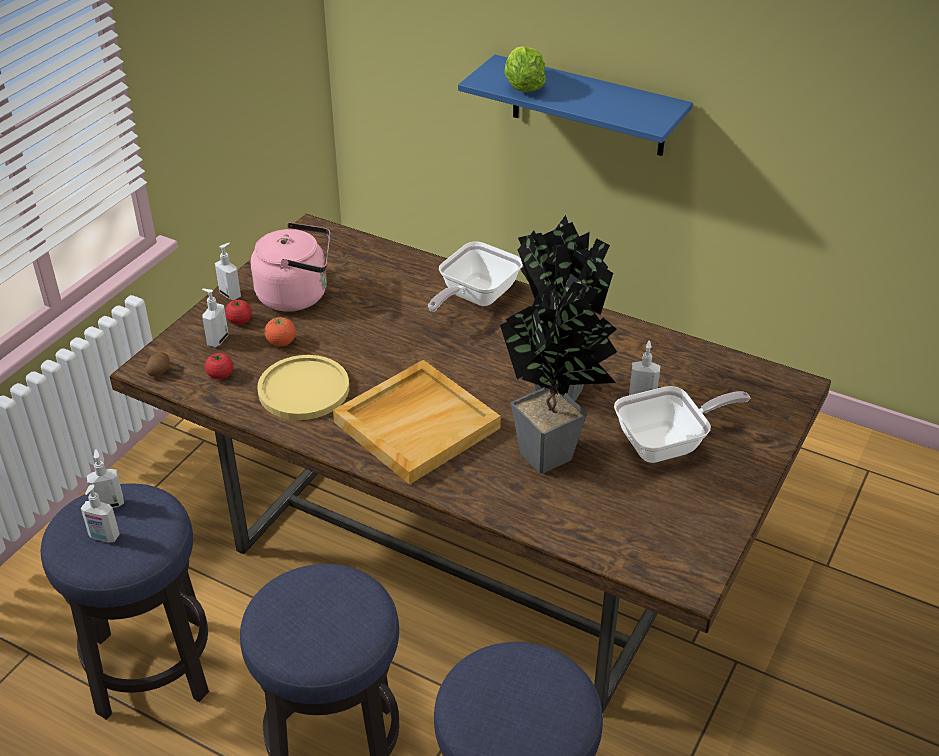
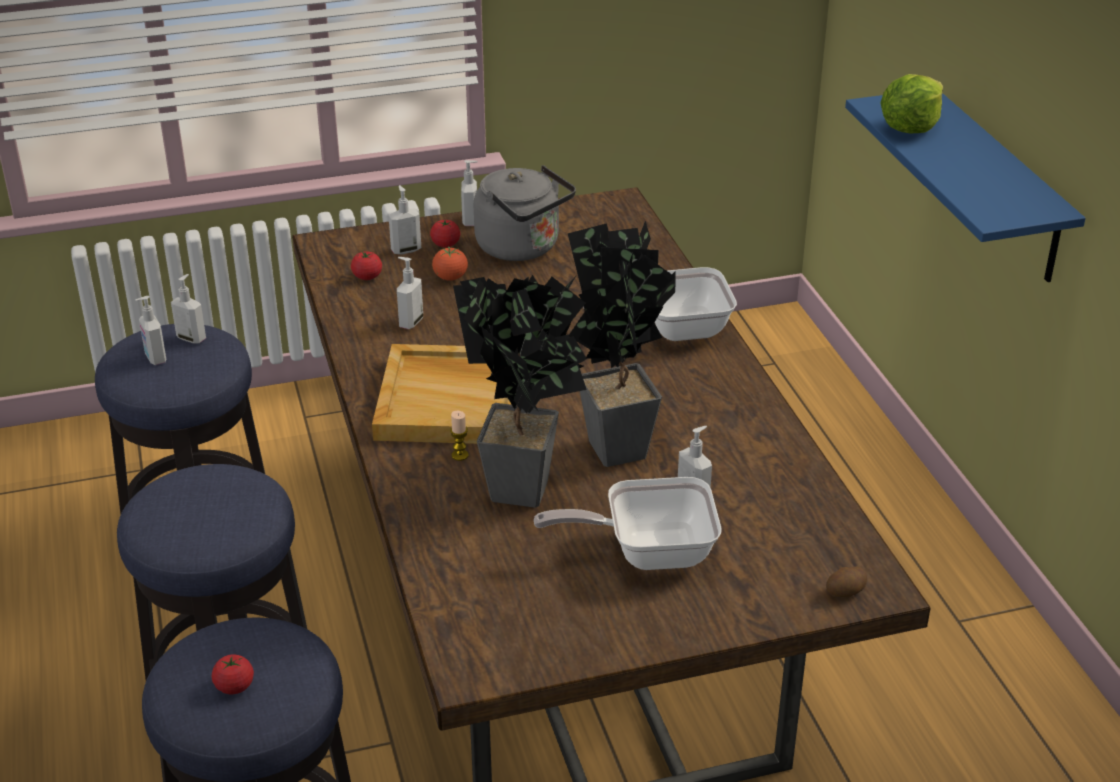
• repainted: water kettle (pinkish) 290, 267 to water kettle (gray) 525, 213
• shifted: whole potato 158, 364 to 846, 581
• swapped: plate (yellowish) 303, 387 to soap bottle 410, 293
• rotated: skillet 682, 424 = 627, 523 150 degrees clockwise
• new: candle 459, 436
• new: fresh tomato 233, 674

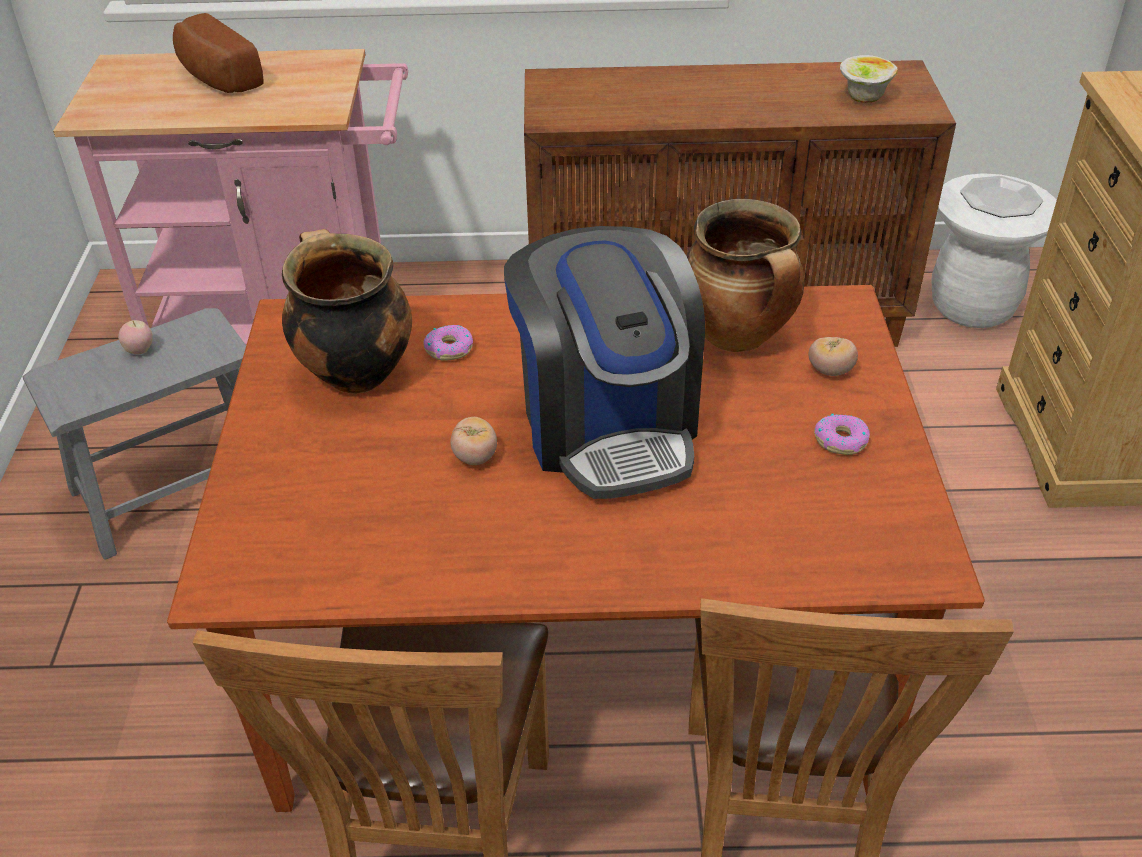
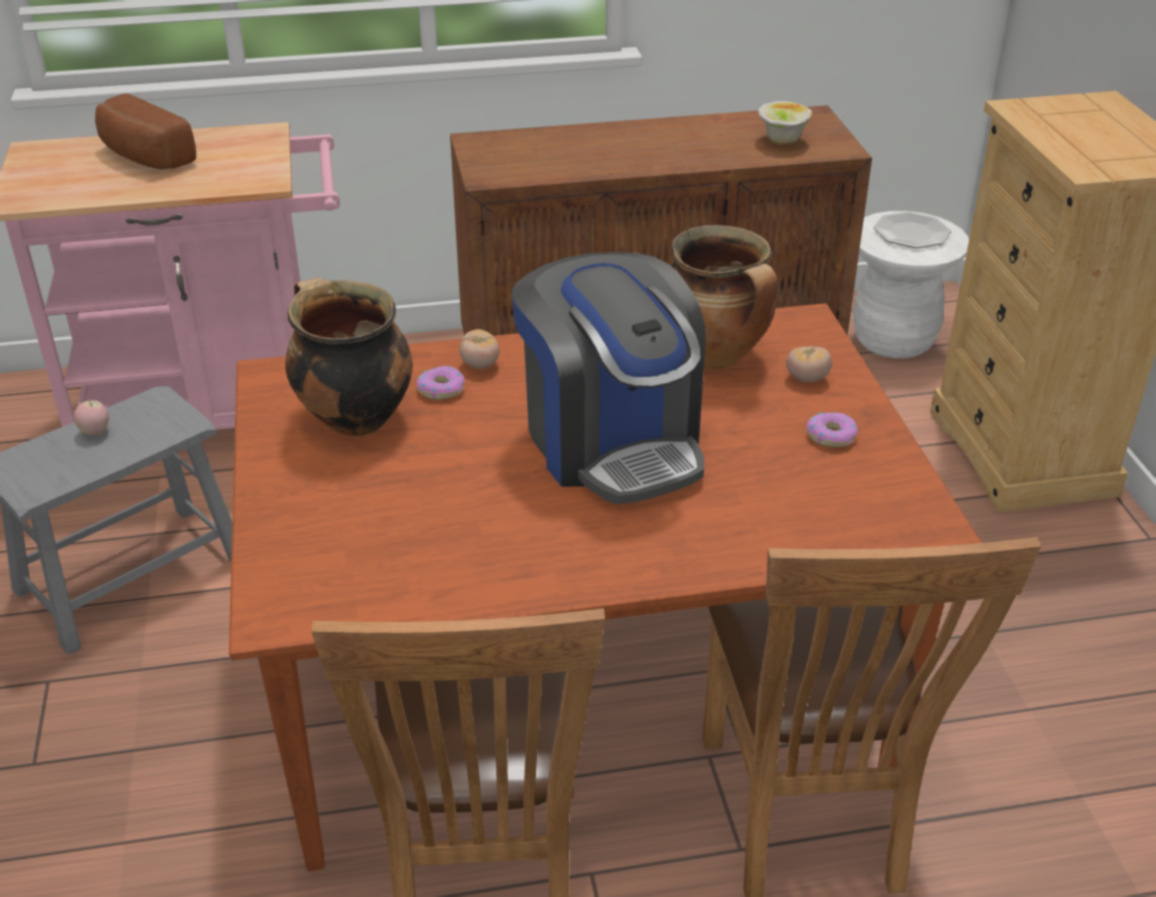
• shifted: fresh tomato 473, 441 to 479, 349

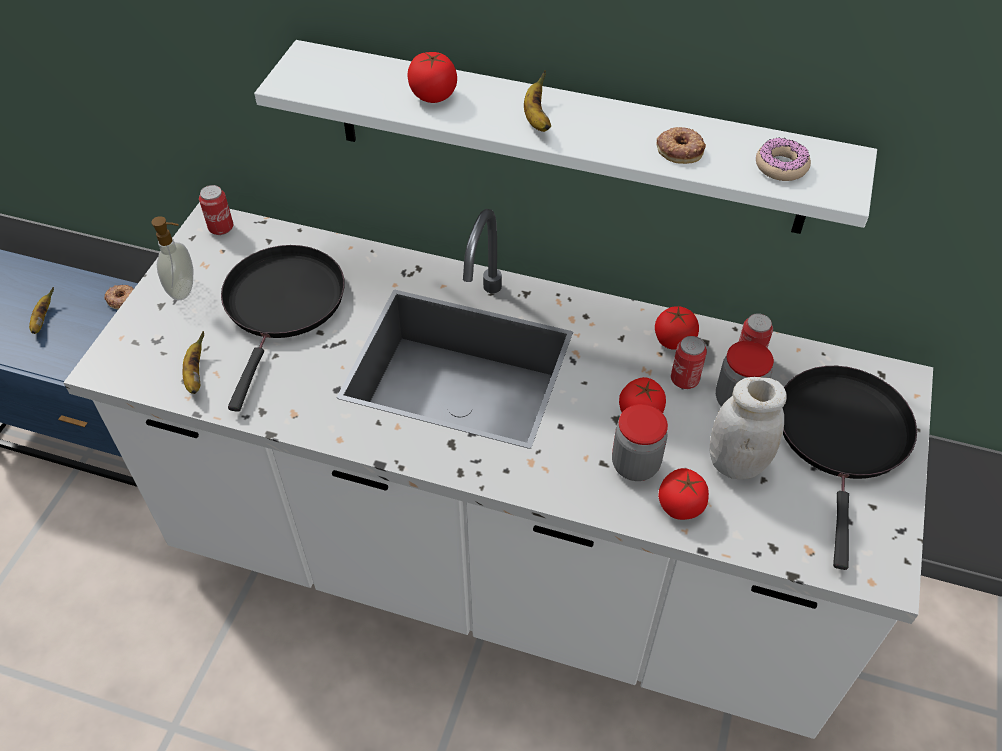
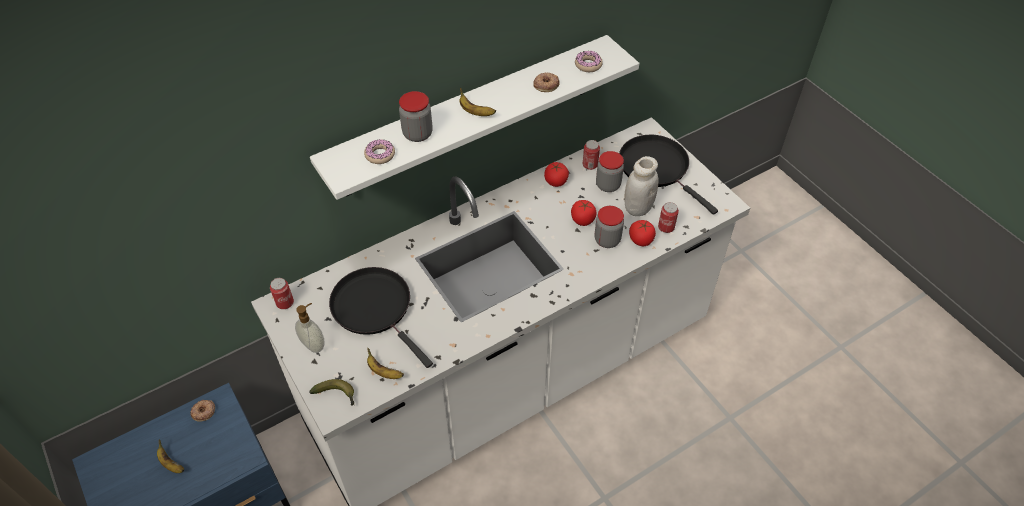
• swapped: fresh tomato 432, 77 to storage jar 416, 116
• shifted: metal can 689, 362 to 668, 217
• new: ring doughnut 379, 151
• new: banana fruit 331, 392

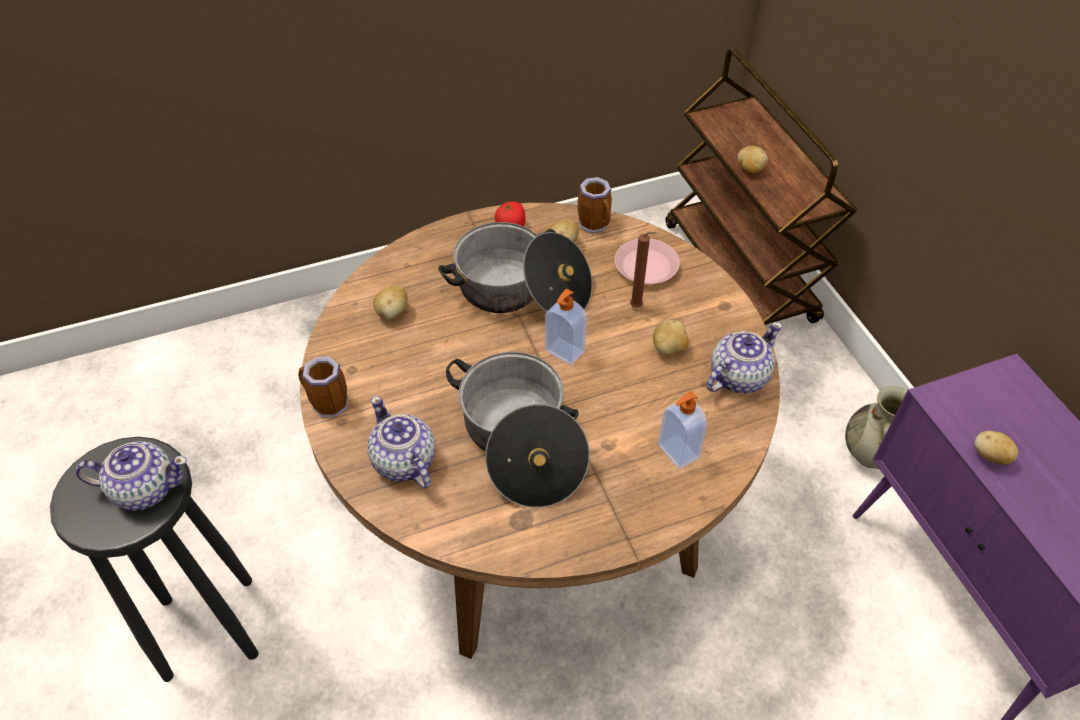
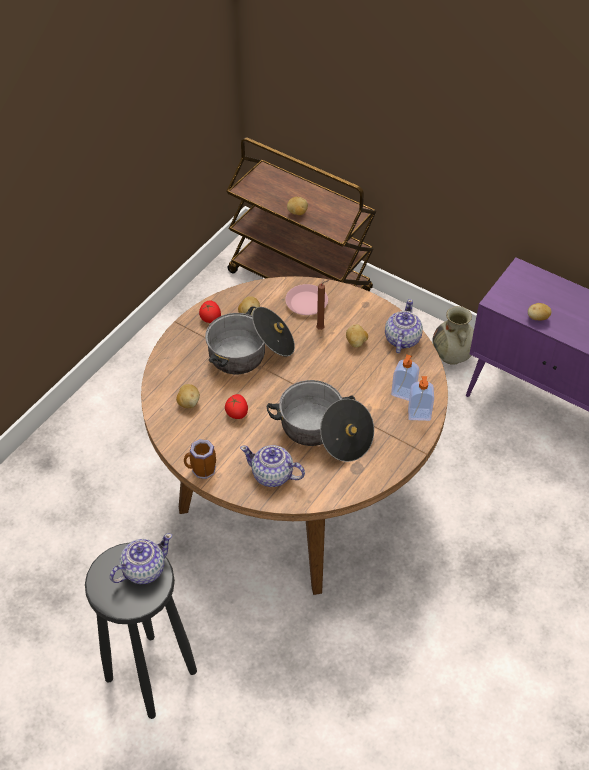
• gone: tea mug 594, 205
• shifted: soap bottle 566, 327 to 421, 398
• new: fresh tomato 236, 406

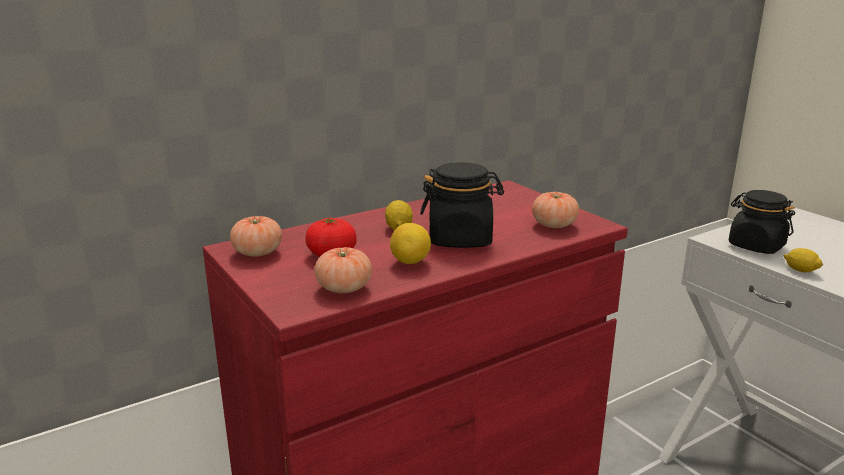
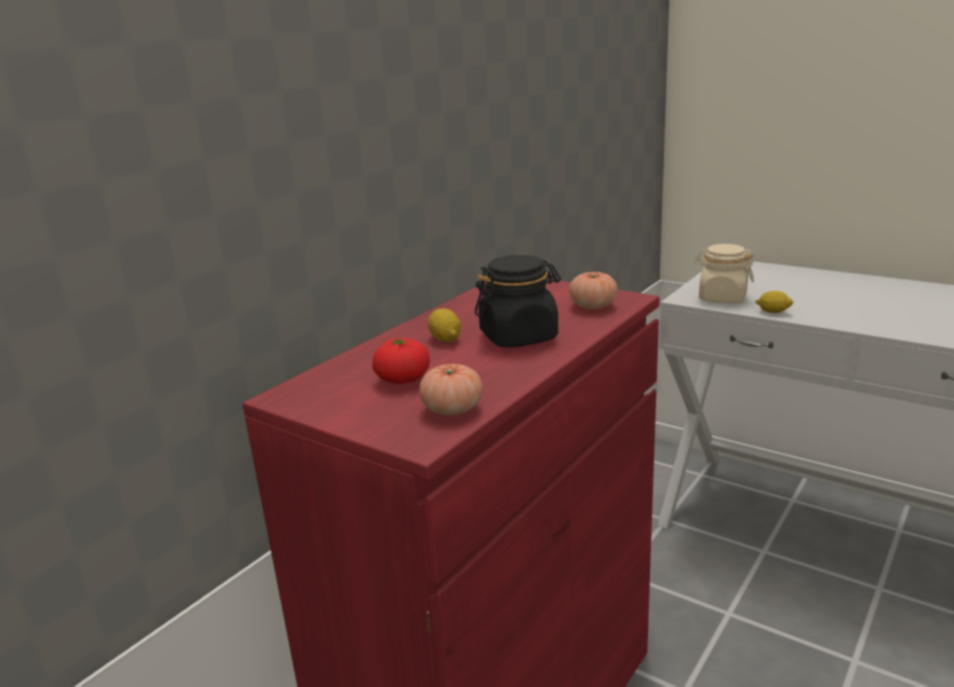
• repainted: storage jar (blackish) 762, 222 to storage jar (sand-coloured) 724, 273
• gone: fresh tomato 256, 236
• gone: whole lemon 410, 243

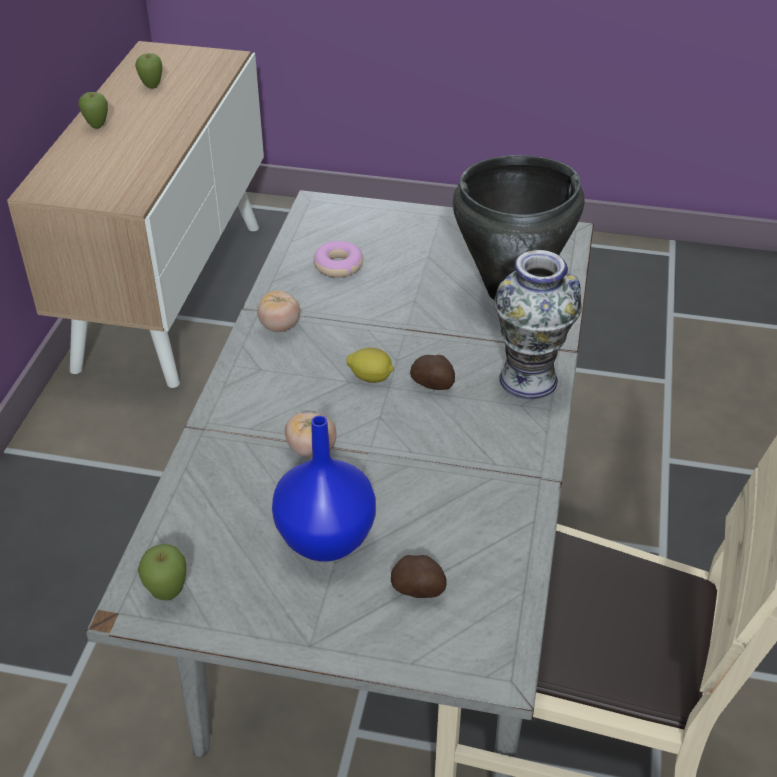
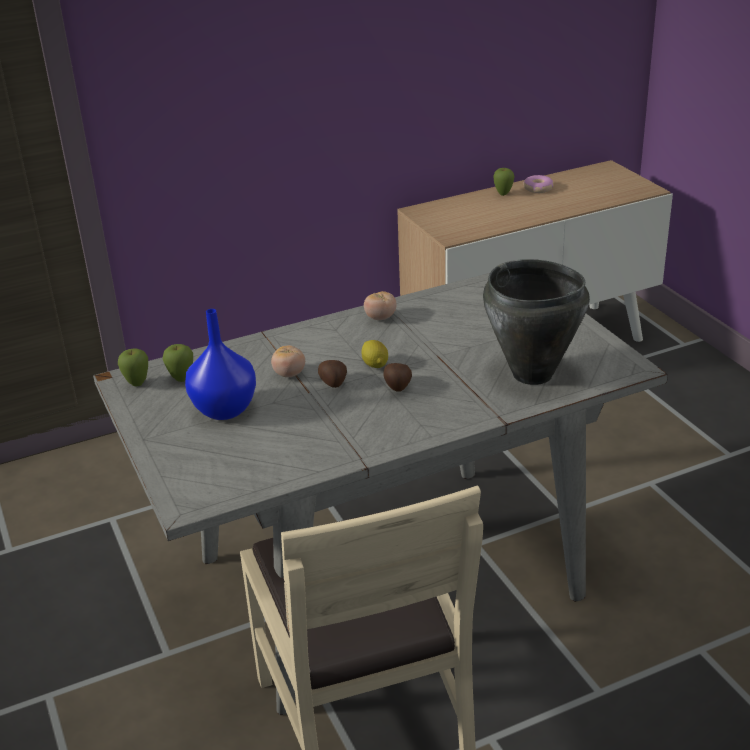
• shifted: apple fruit 148, 71 to 178, 363
• shifted: ring doughnut 338, 259 to 539, 184
• gone: decorative vase 538, 324
• shifted: whole potato 418, 576 to 332, 374

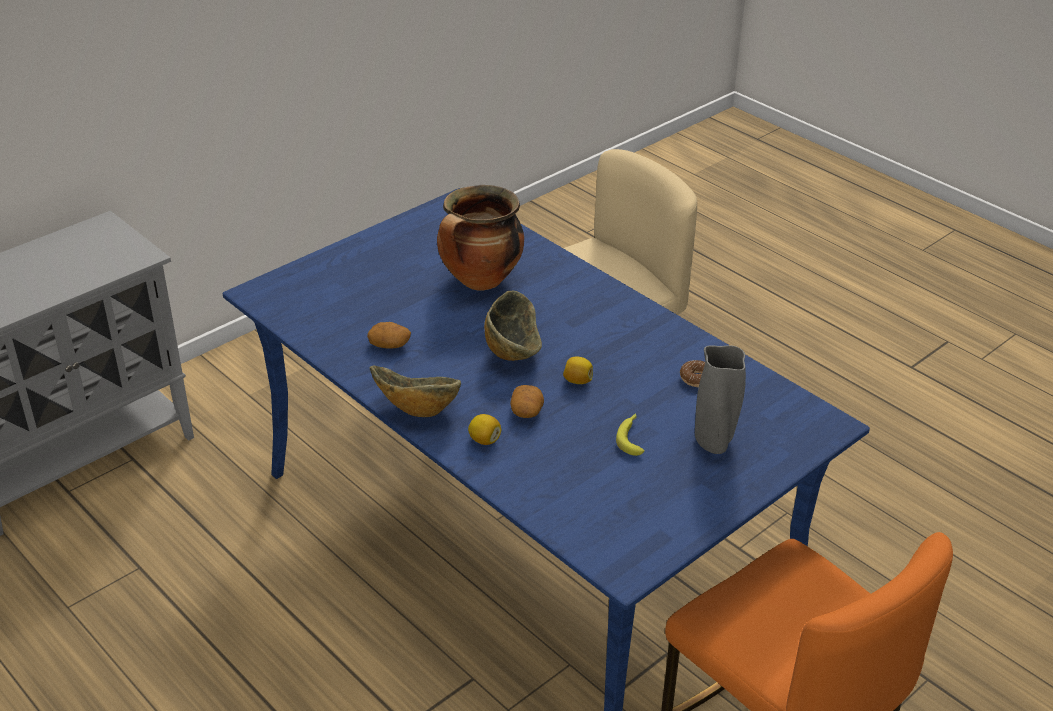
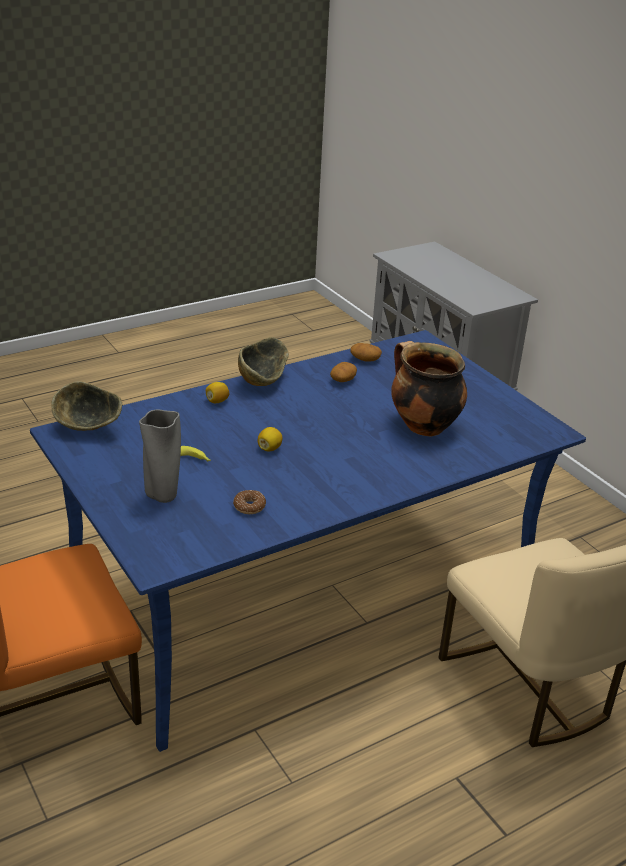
• shifted: deep dish 513, 326 to 86, 406
• shifted: whole potato 527, 401 to 366, 352

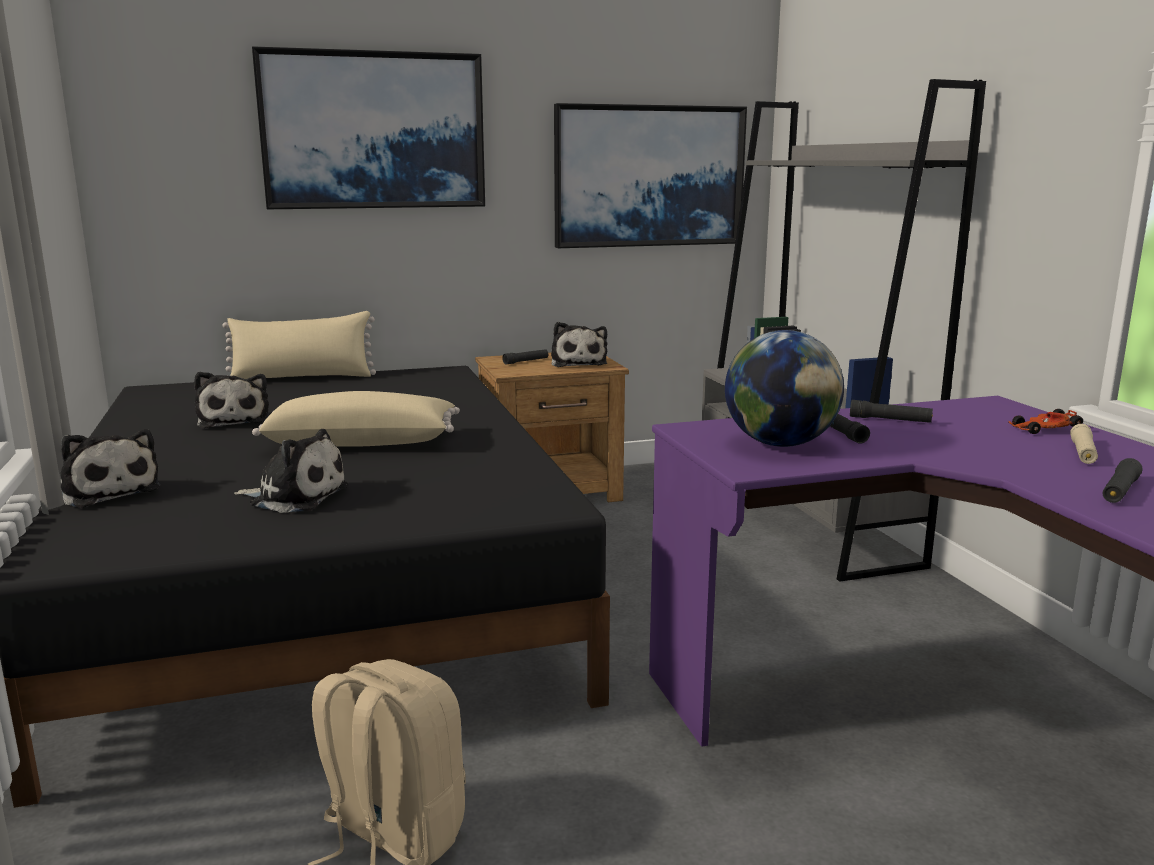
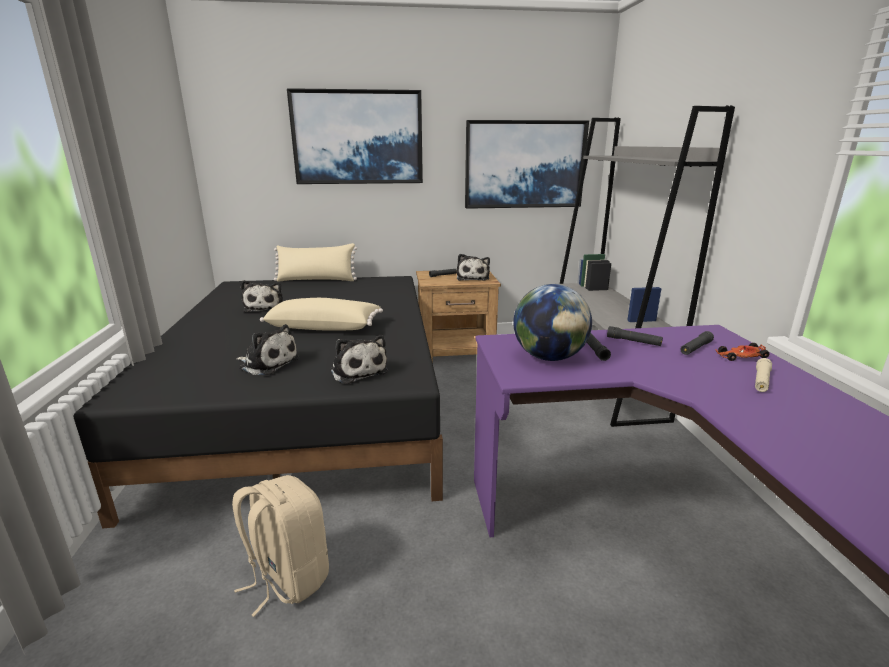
• shifted: plush toy 110, 468 to 359, 359
• shifted: flashlight (blackish) 1123, 480 to 697, 343

